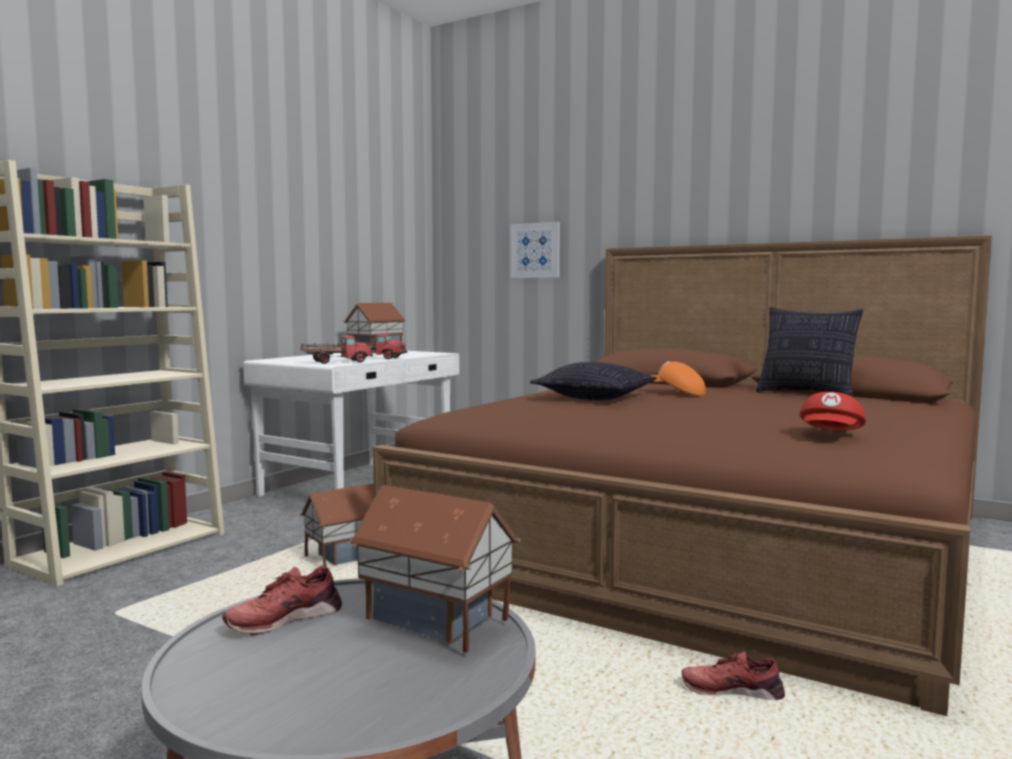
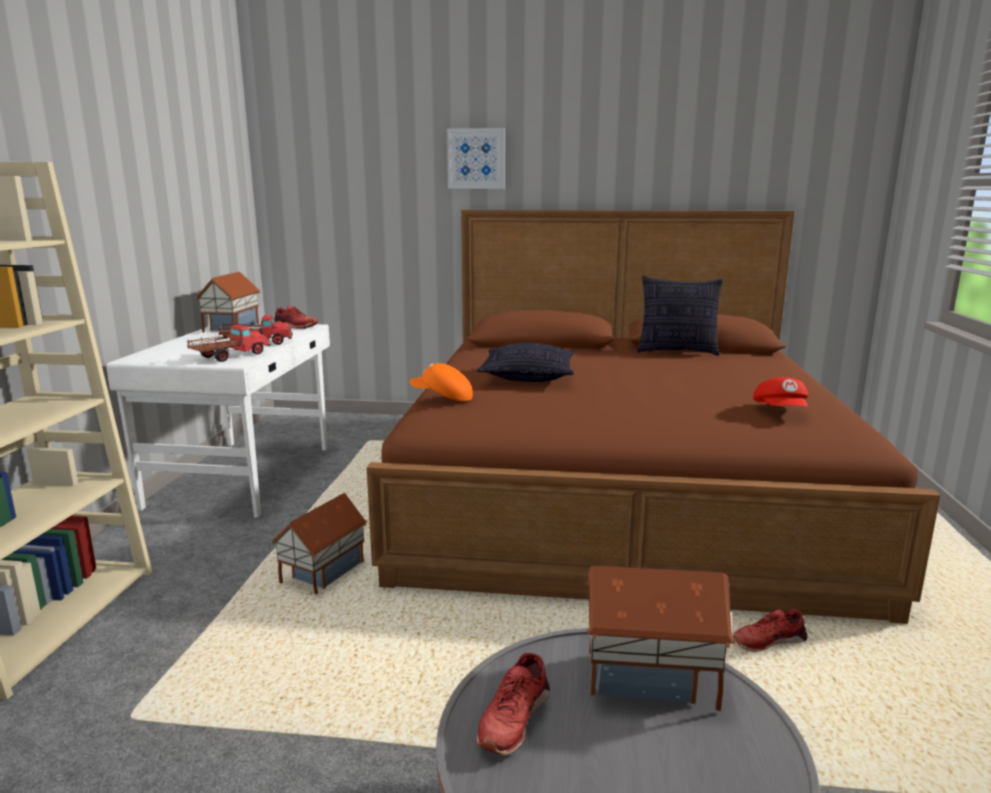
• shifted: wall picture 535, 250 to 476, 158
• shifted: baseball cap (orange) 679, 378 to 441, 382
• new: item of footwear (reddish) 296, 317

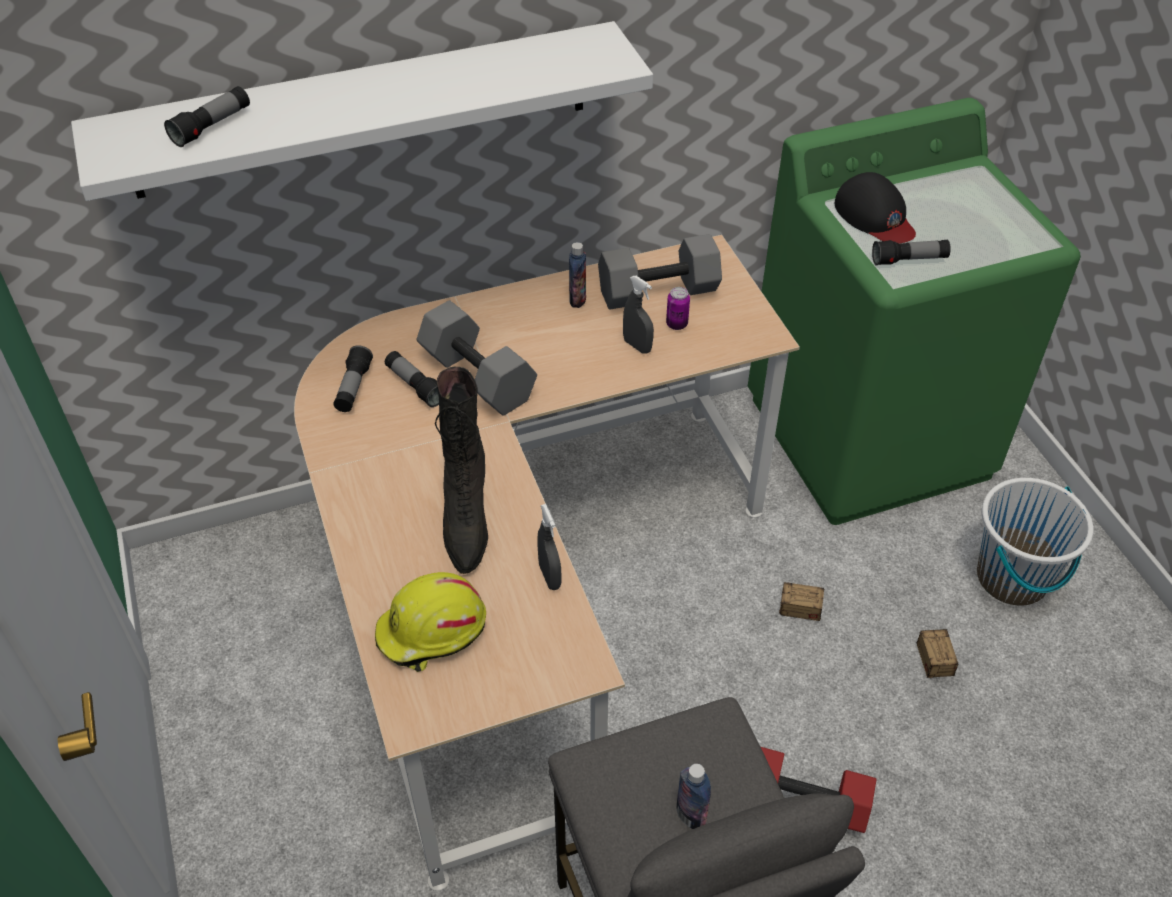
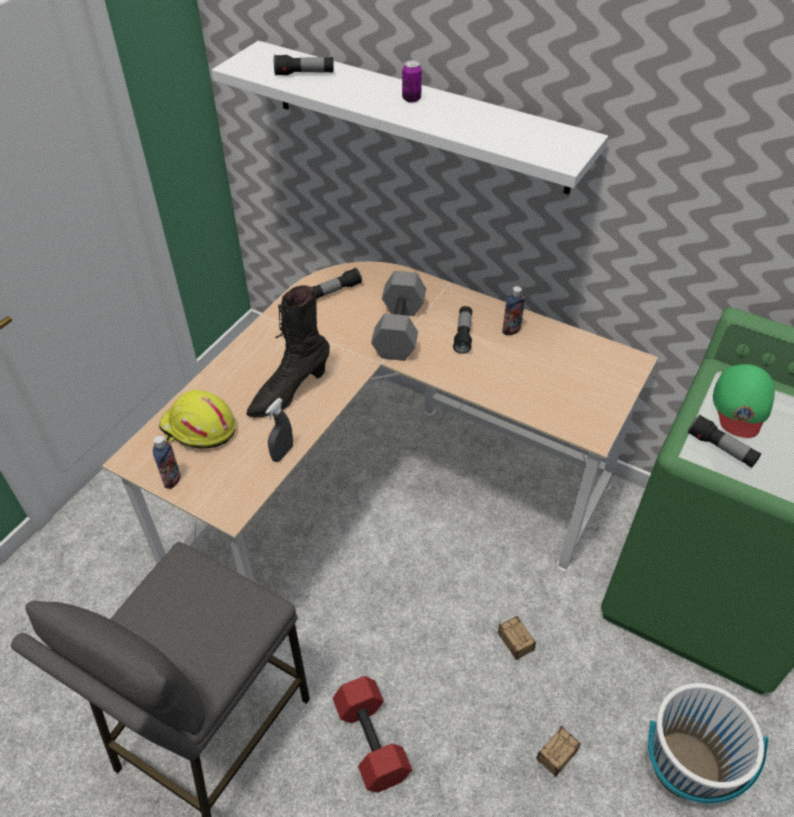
• repainted: baseball cap (blackish) 875, 208 to baseball cap (green-coloured) 744, 401
• gone: free weight (gray) 660, 272
• gone: hand sprayer (gray) 638, 315
• shifted: metal can 678, 308 to 412, 81
• shifted: flashlight 412, 379 to 462, 330
• shifted: bottle 693, 796 to 167, 462

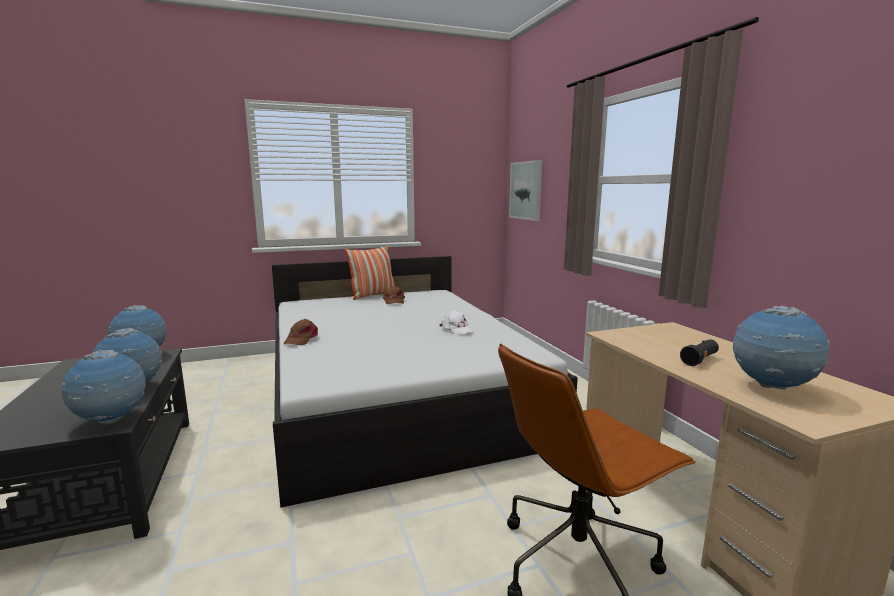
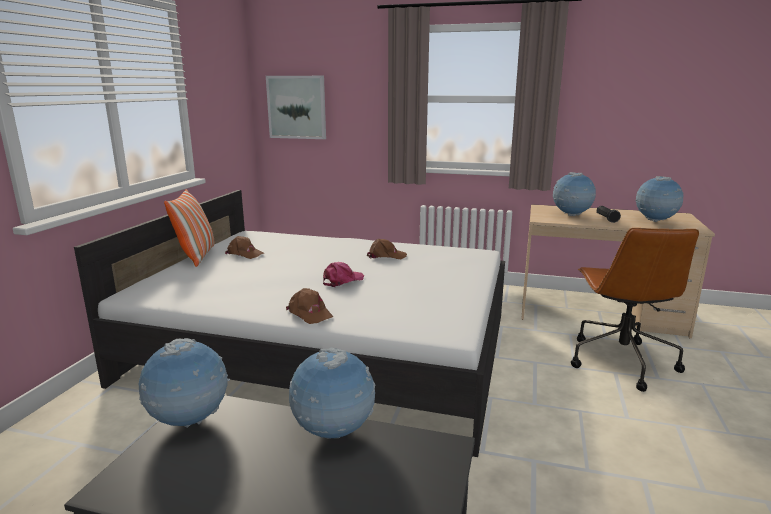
• repainted: baseball cap (white) 456, 323 to baseball cap (brown-coloured) 387, 249
• shifted: desk globe 104, 387 to 574, 194
• new: baseball cap (pinkish) 343, 274

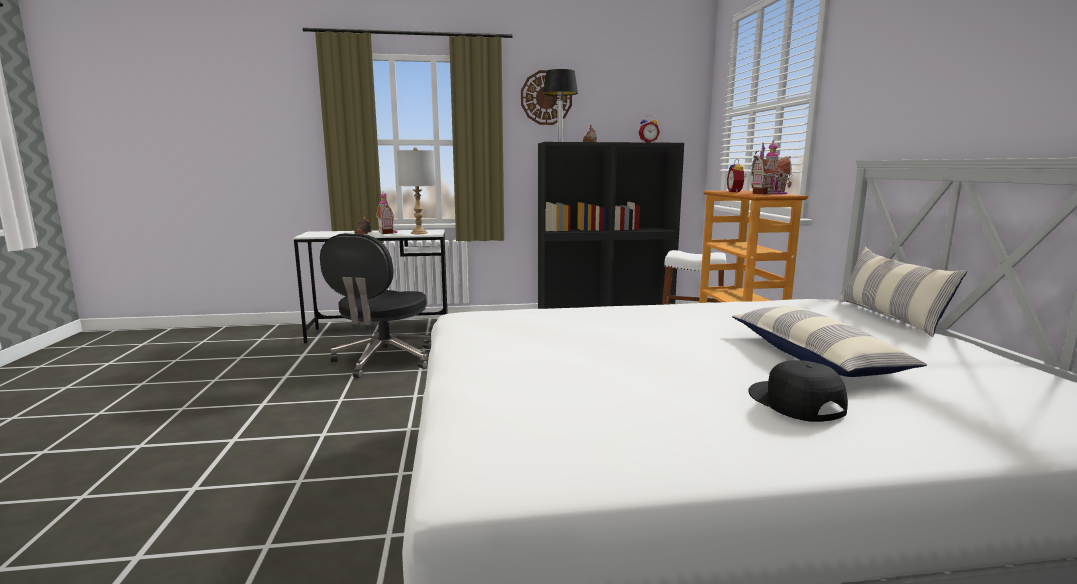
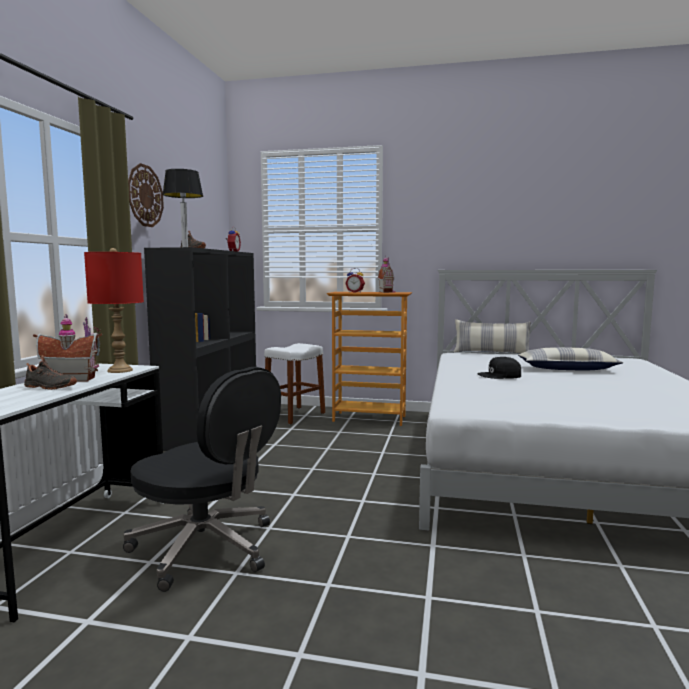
• repainted: lamp for a table (gray) 416, 190 to lamp for a table (reddish) 114, 310
• shifted: baseball cap (blackish) 798, 391 to 499, 368

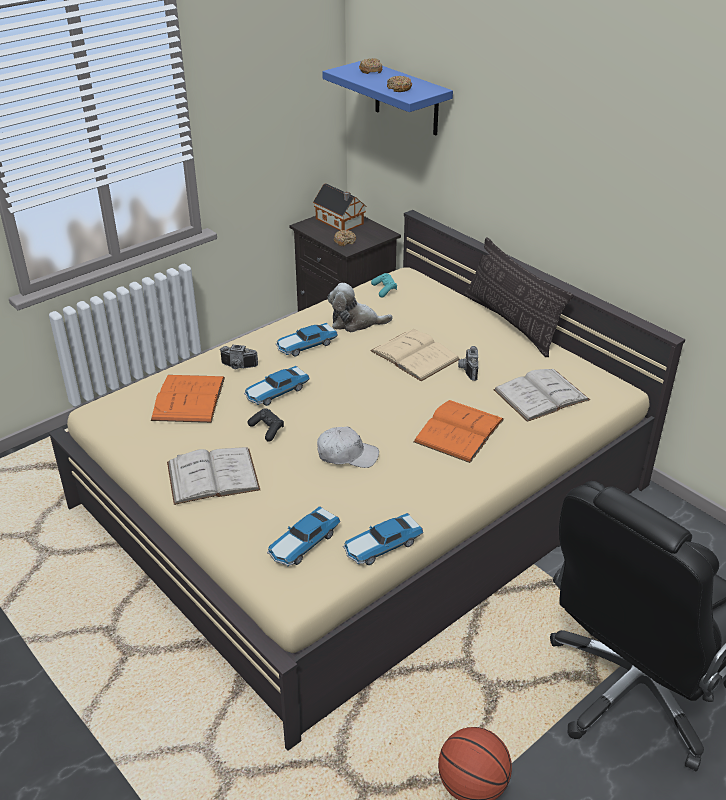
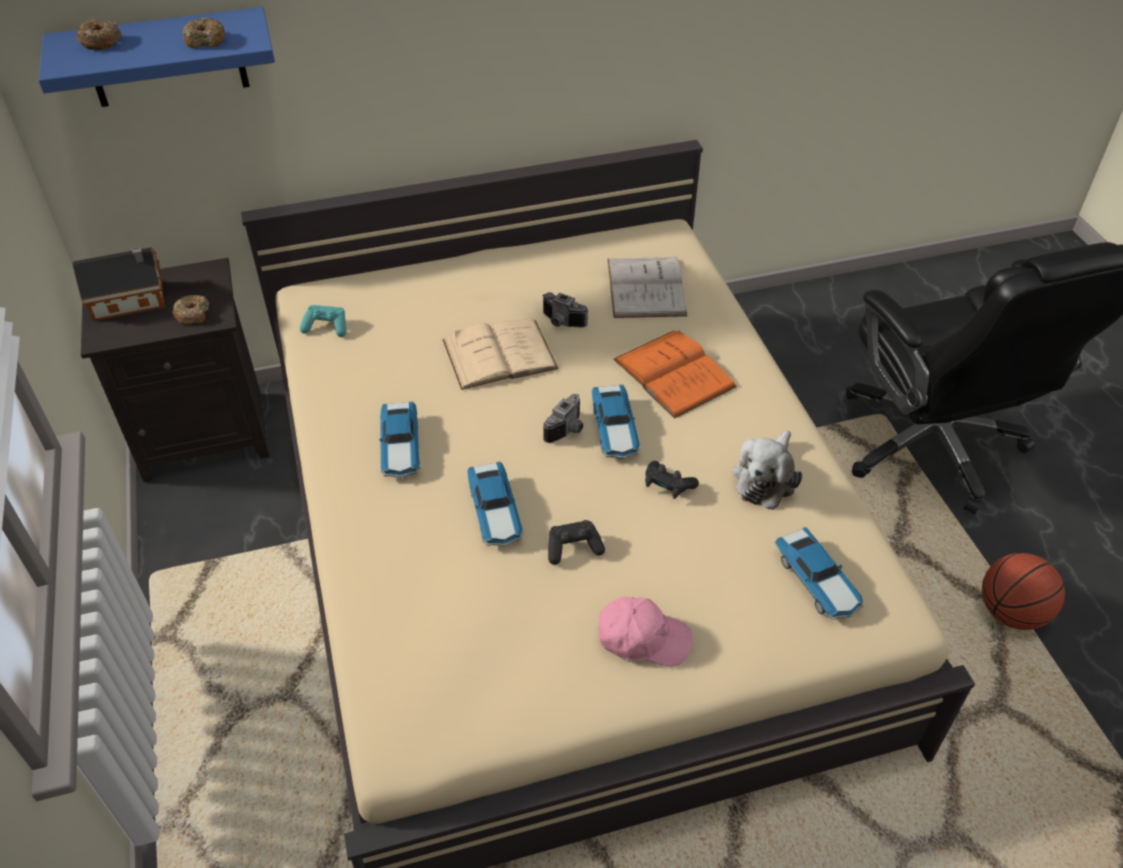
• gone: throw pillow 518, 297
• shifted: plush toy 360, 307 to 767, 470
• shifted: still camera 238, 357 to 563, 418
• gone: bound book (orange) 188, 399
• swapped: baseball cap (white) 348, 447 to game controller (blackish) 672, 480
• swapped: bound book (white) 213, 476 to baseball cap (pinkish) 646, 631
• shifted: toy car 383, 539 to 616, 422

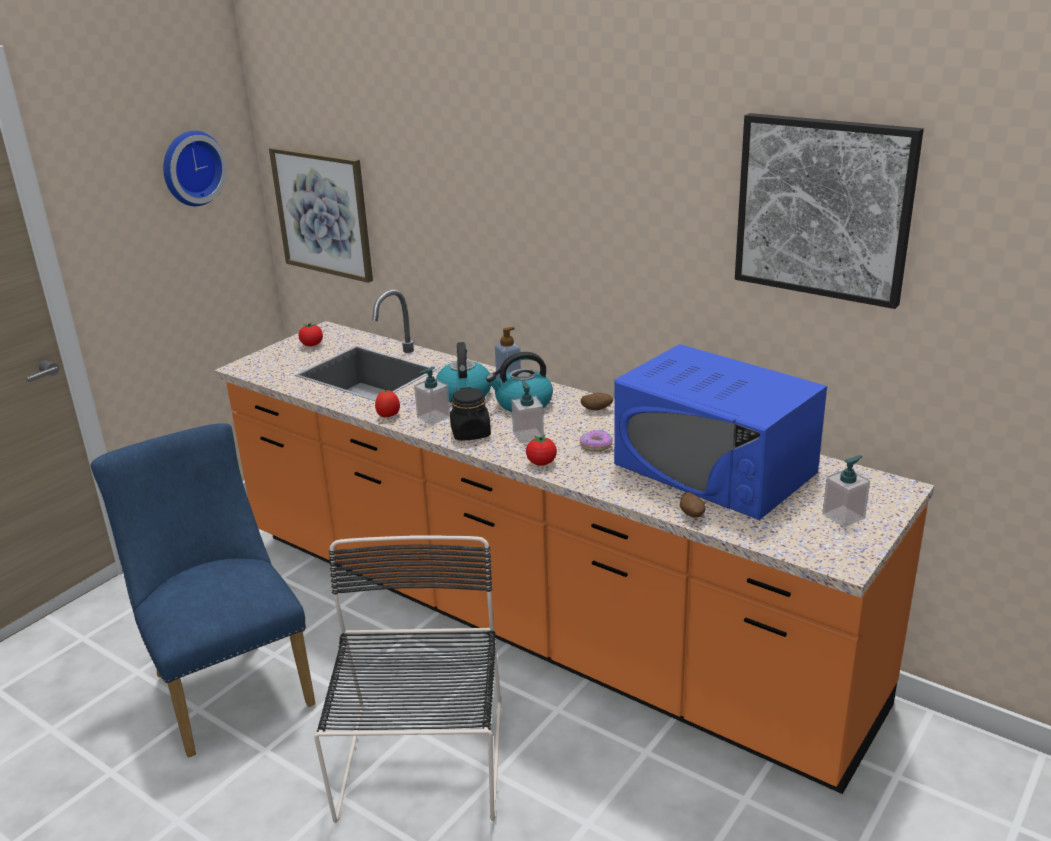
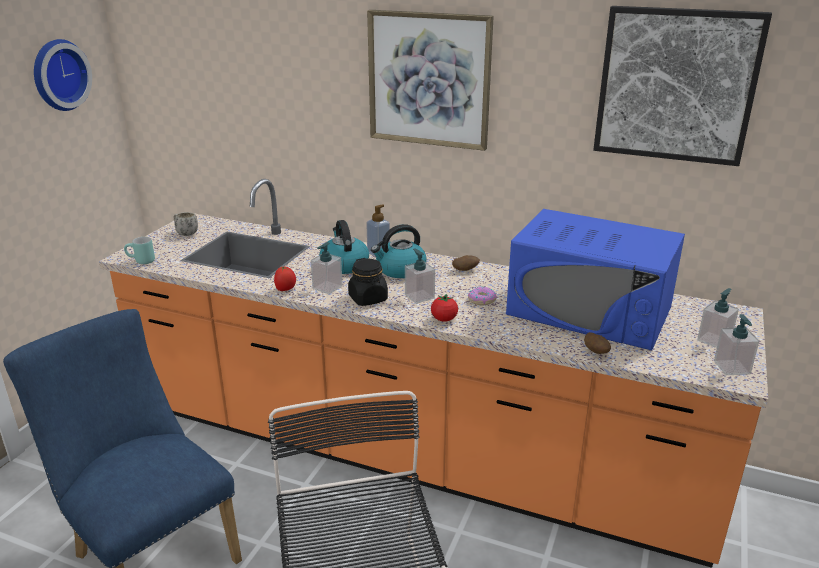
• shifted: wall picture 321, 215 to 430, 80
• swapped: fresh tomato 311, 334 to tea mug (white) 186, 224
• new: tea mug (turquoise-coloured) 139, 250
• new: soap bottle 736, 344

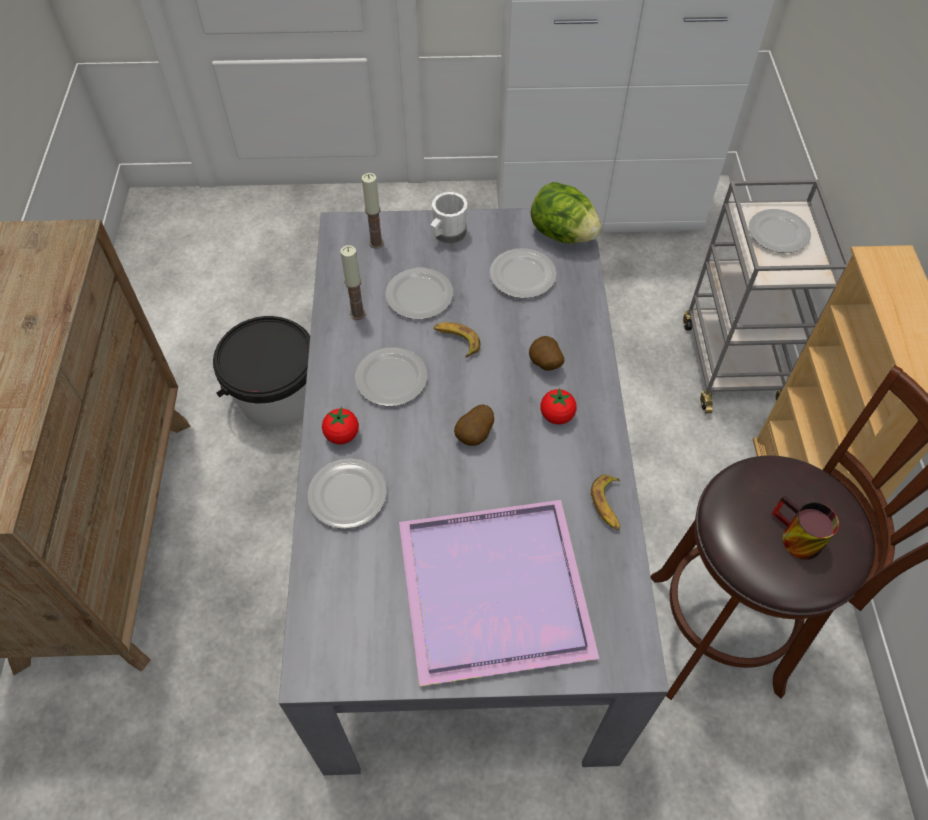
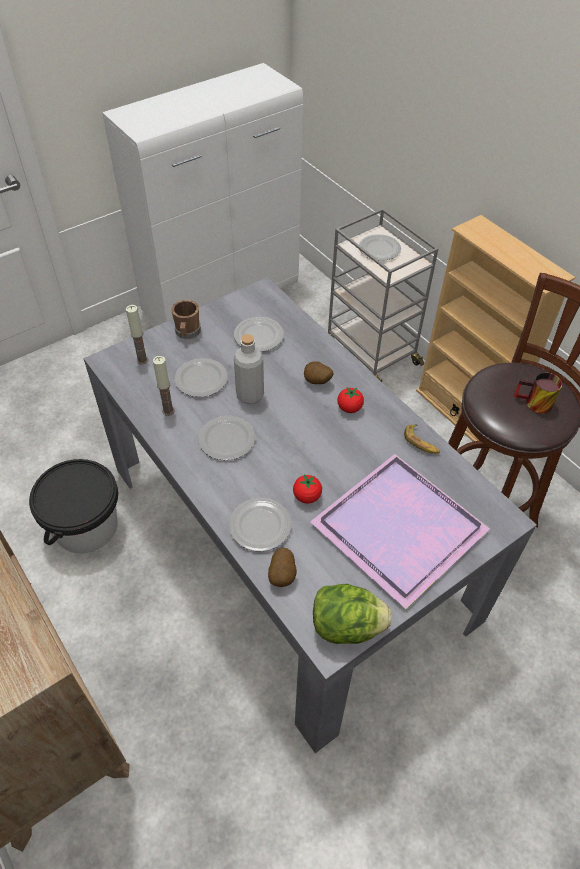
• shifted: head of lettuce 566, 212 to 352, 614
• repainted: tea mug (white) 448, 218 to tea mug (brown-coloured) 186, 319
• swapped: banana fruit 457, 339 to bottle (gray) 249, 369
• shifted: whole potato 474, 425 to 282, 567
• shifted: fresh tomato 340, 425 to 307, 489

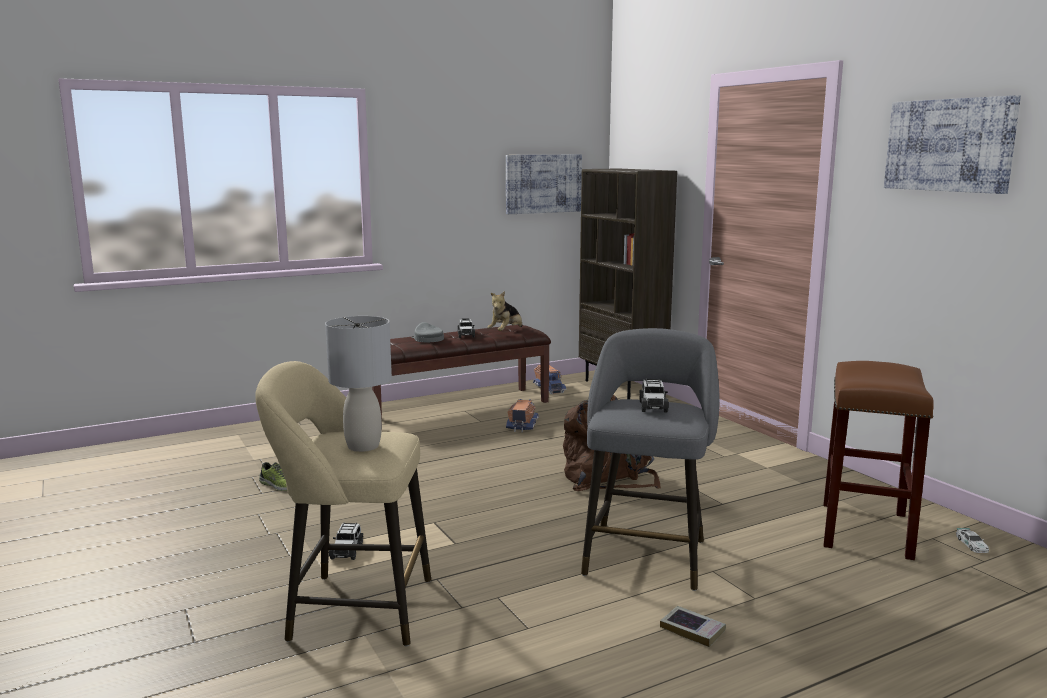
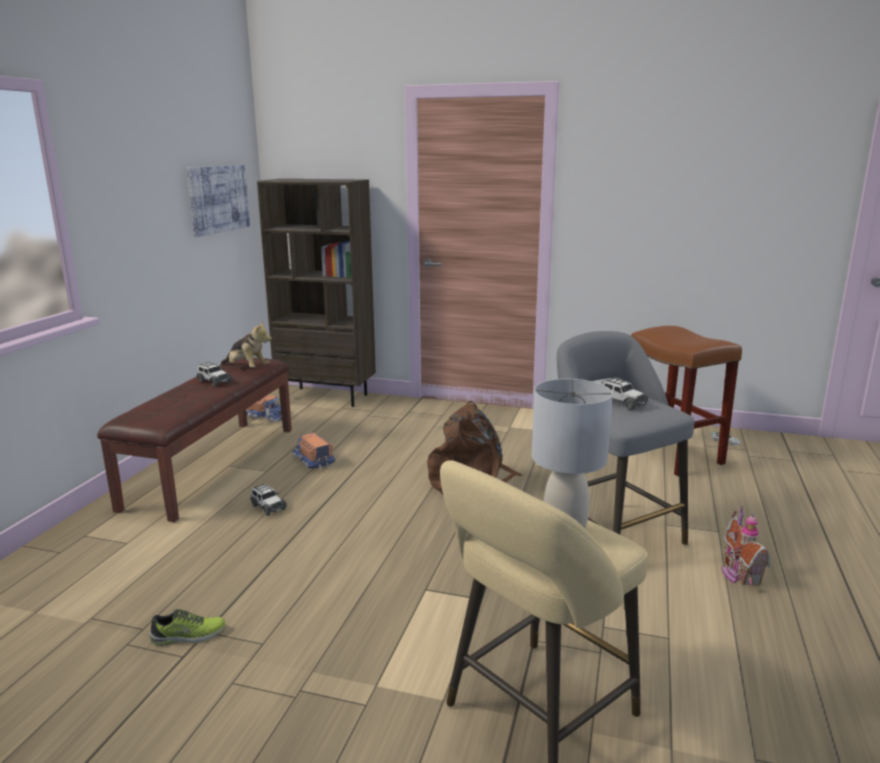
• gone: wall picture 952, 144
• rotated: plush toy 504, 311 = 246, 344 45 degrees counterclockwise
• gone: baseball cap (gray) 428, 332
• shifted: toy car 346, 541 to 268, 500
• swapped: bound book 693, 626 to toy house 746, 545

